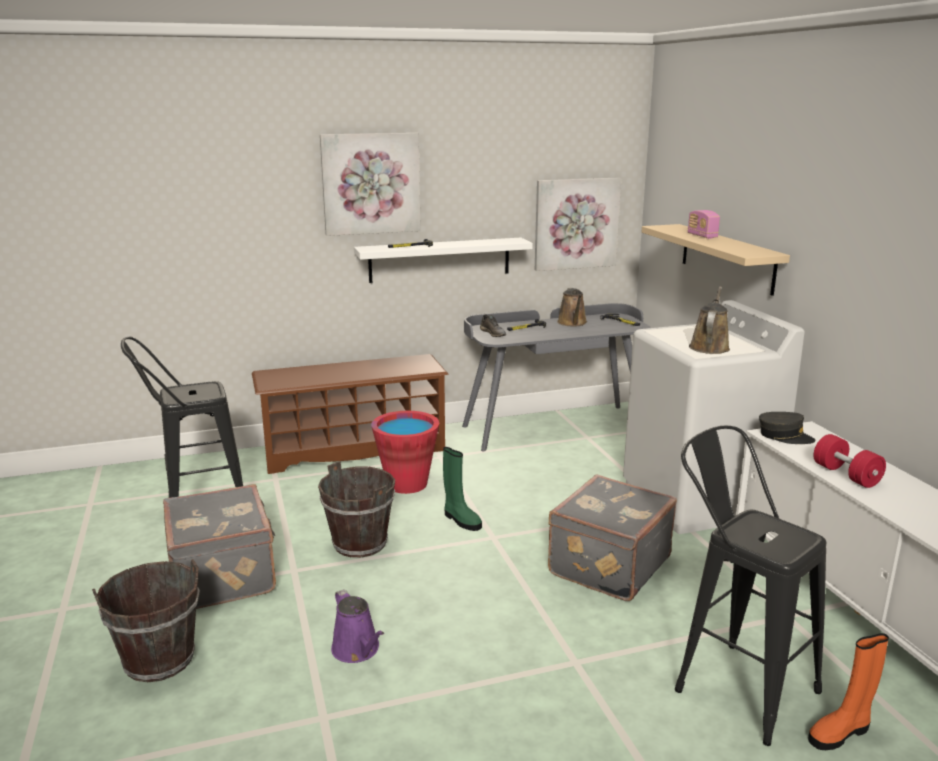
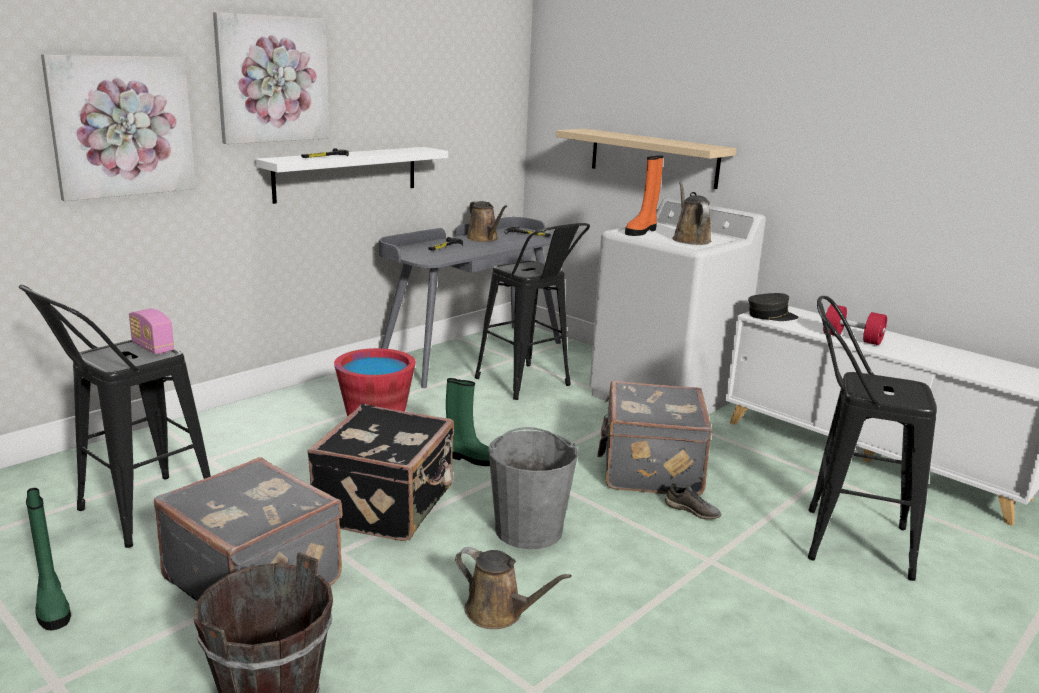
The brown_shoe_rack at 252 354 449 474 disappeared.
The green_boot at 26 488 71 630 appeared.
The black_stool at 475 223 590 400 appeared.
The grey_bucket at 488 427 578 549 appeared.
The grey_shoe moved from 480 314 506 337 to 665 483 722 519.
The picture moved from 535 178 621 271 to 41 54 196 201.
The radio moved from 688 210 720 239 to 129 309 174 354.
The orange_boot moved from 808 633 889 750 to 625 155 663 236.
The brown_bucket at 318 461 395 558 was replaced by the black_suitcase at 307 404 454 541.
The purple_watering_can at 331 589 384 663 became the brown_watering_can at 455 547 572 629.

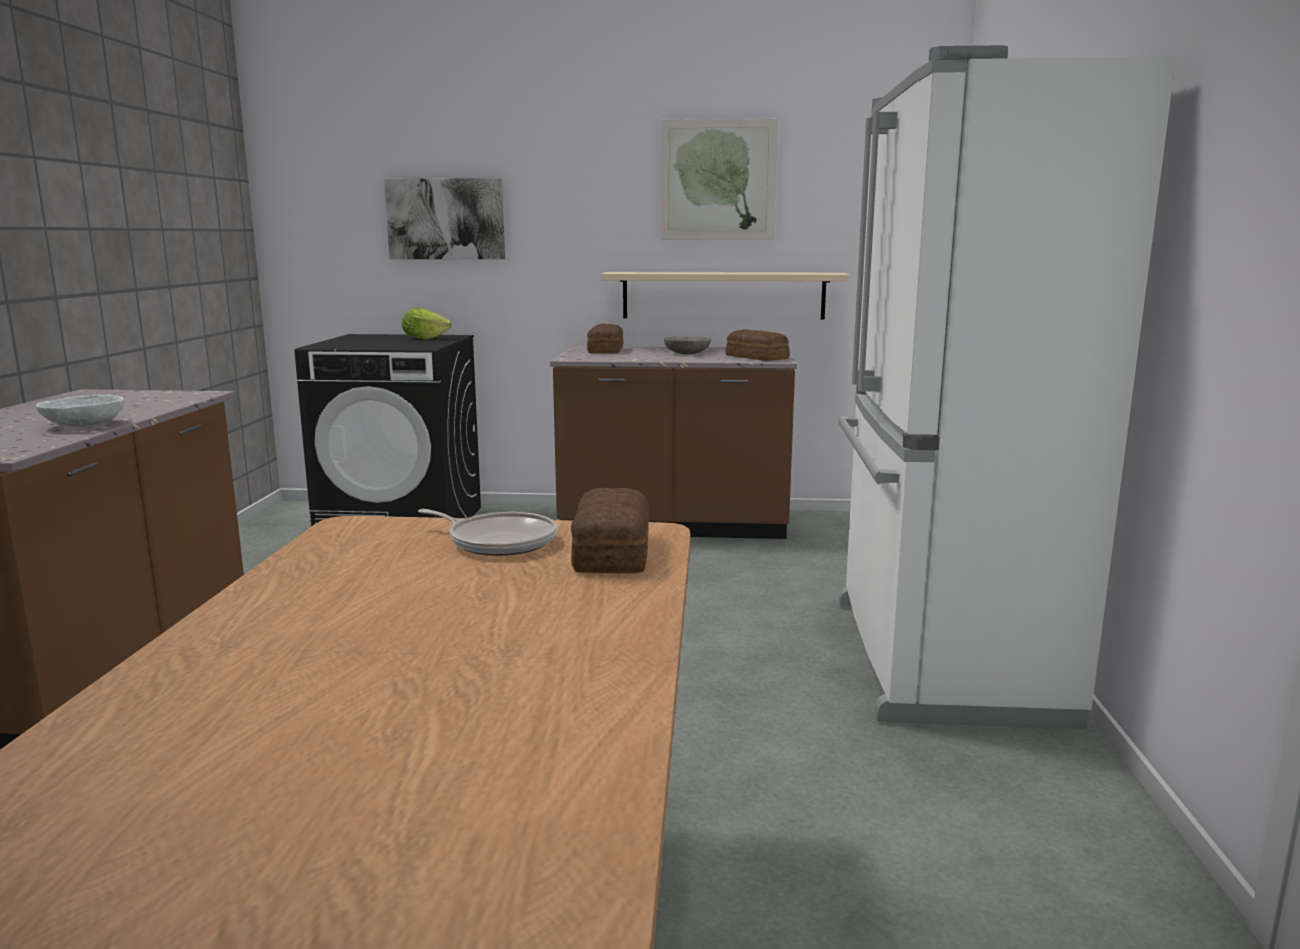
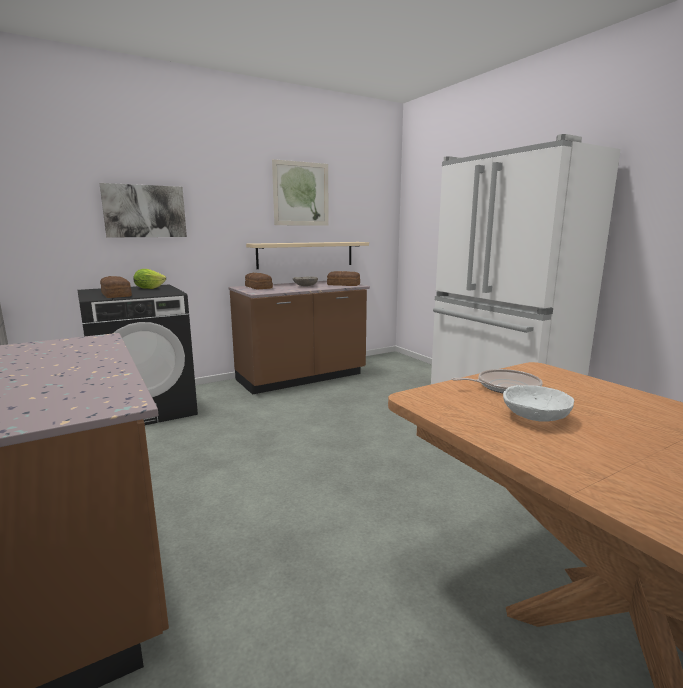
The white_bowl moved from 36 395 124 427 to 503 385 574 422.
The bread moved from 571 488 649 573 to 100 276 132 298.

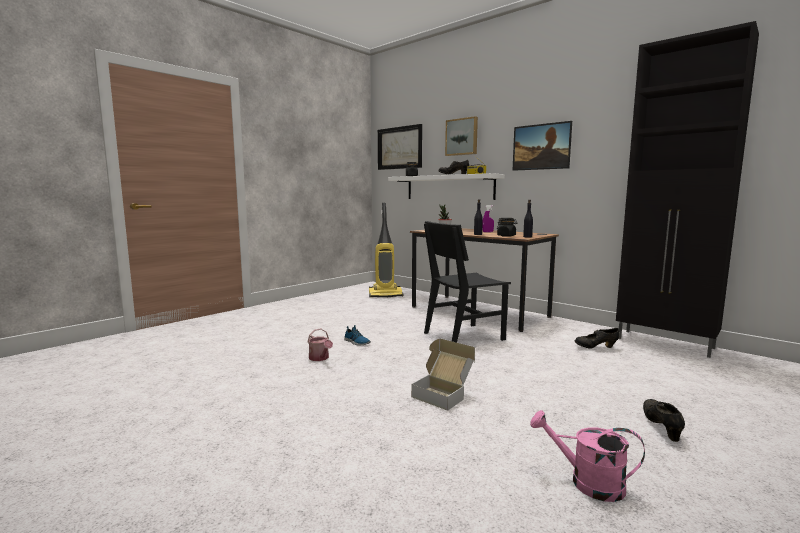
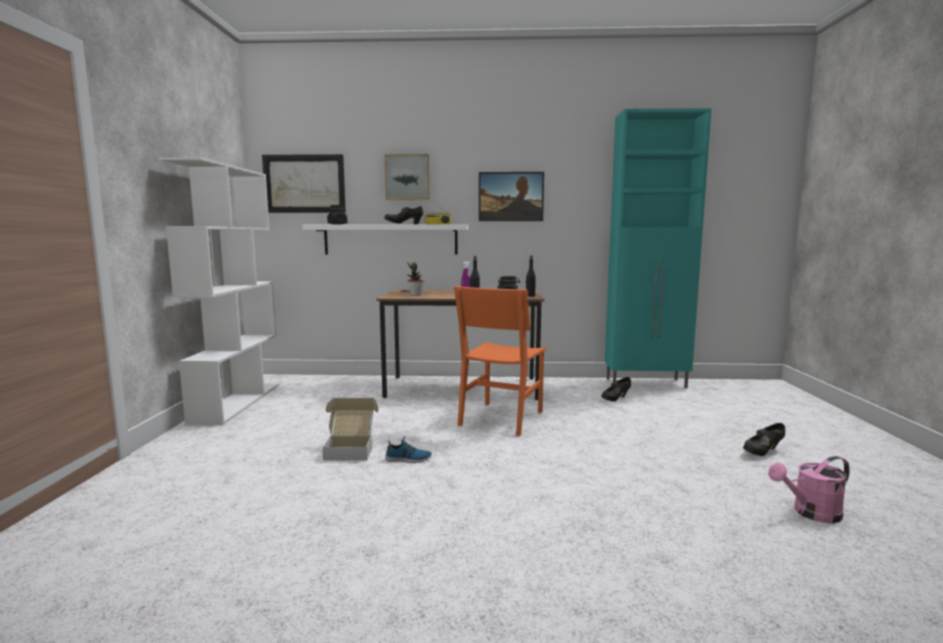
The watering_can at 307 328 333 361 disappeared.
The vacuum_cleaner at 369 203 403 298 disappeared.
The white_bookcase at 159 157 279 425 appeared.
The cardboard_box moved from 411 339 475 411 to 323 398 378 461.
The black_chair at 424 221 511 343 became the orange_chair at 454 286 546 436.
The black_cabinet at 616 21 759 358 became the turquoise_cabinet at 605 108 712 388.
The black_shoe at 643 399 685 442 turned 90 degrees counterclockwise.

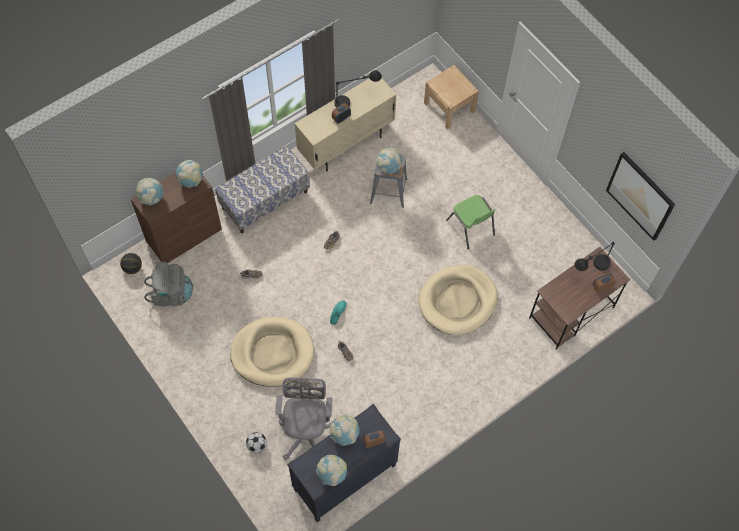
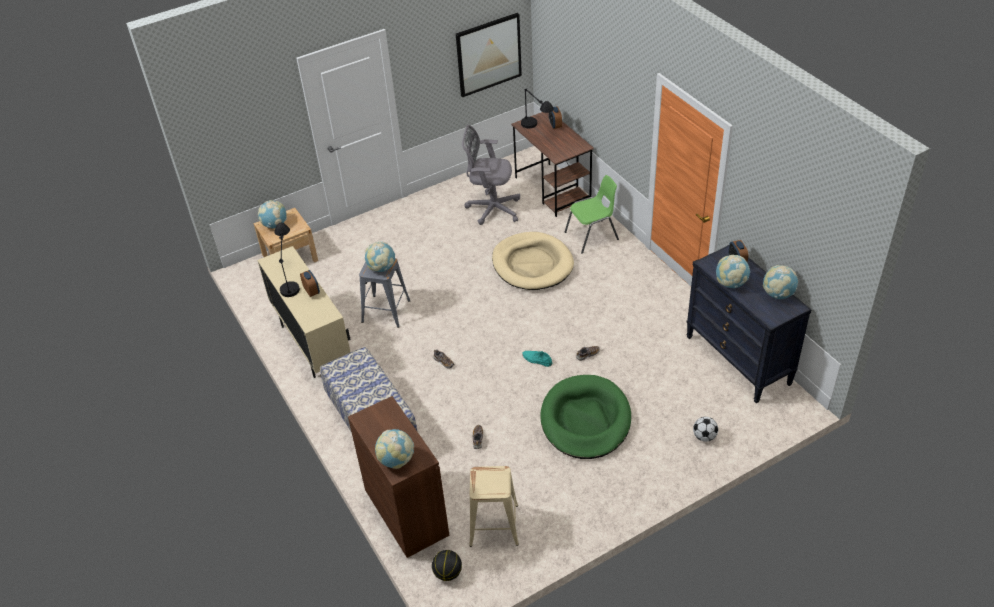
The globe moved from 175 160 203 188 to 258 200 287 228.
The grey_office_chair moved from 275 377 333 460 to 462 125 520 225.
The green_chair moved from 446 195 496 250 to 565 175 619 254.
The grey_backpack at 144 262 193 306 was replaced by the beige_stool at 469 466 519 547.
The beige_dog_bed at 230 317 314 387 became the green_dog_bed at 540 375 631 459.

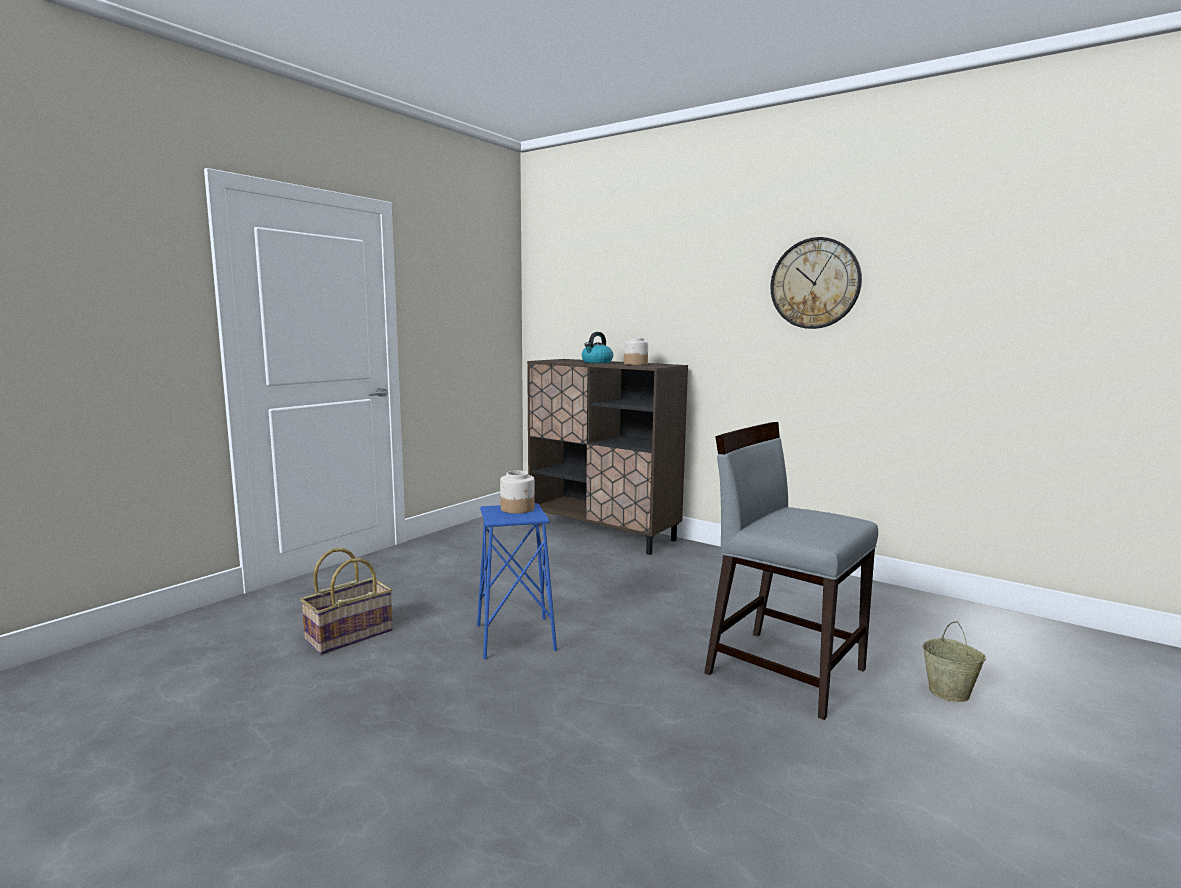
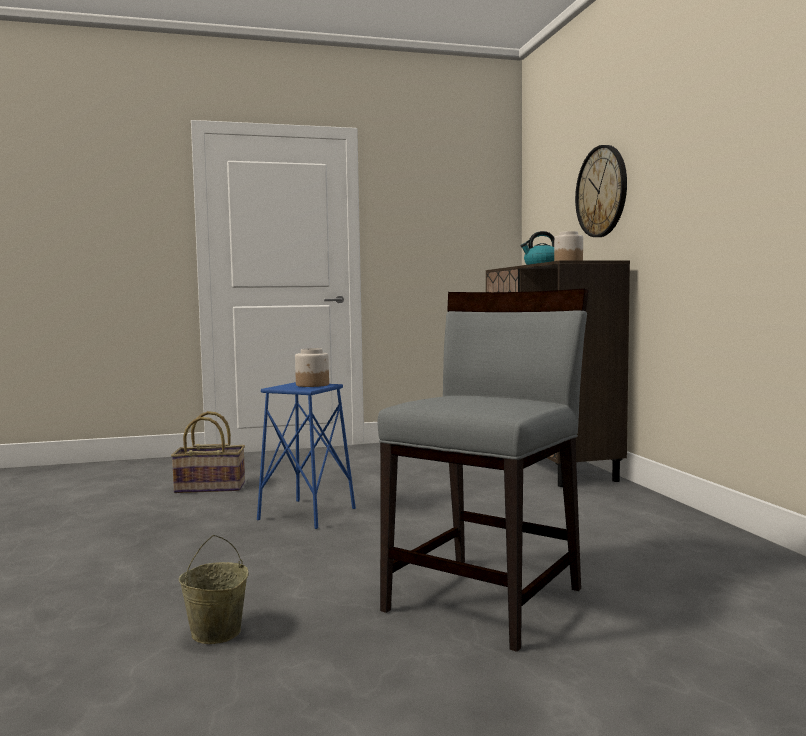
The wall_clock moved from 770 237 862 329 to 575 145 627 237.
The beige_bucket moved from 922 621 986 702 to 179 535 248 644.
The grey_chair at 704 422 878 720 turned 45 degrees clockwise.

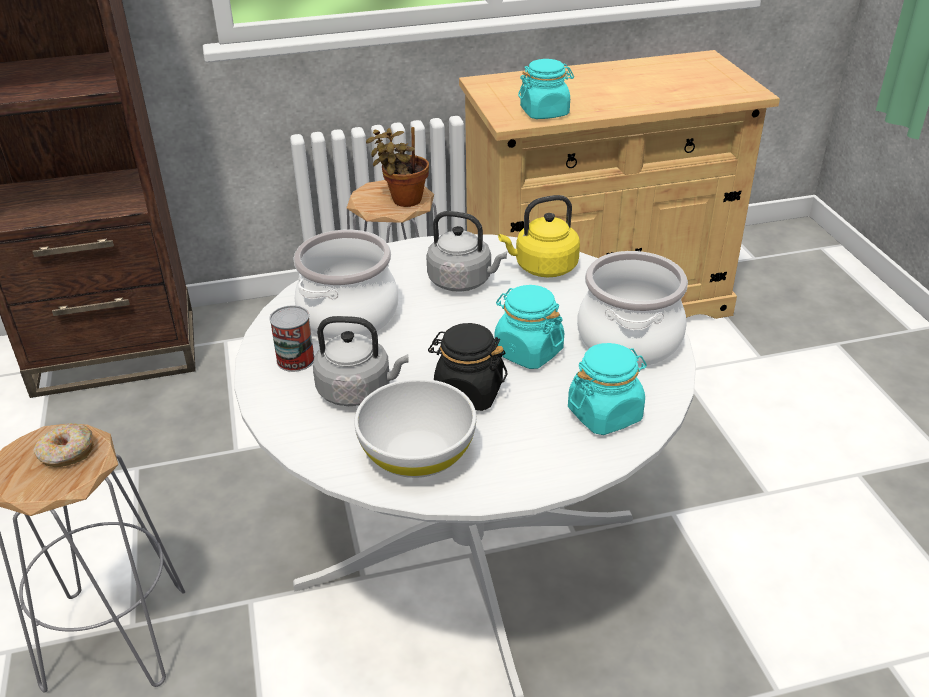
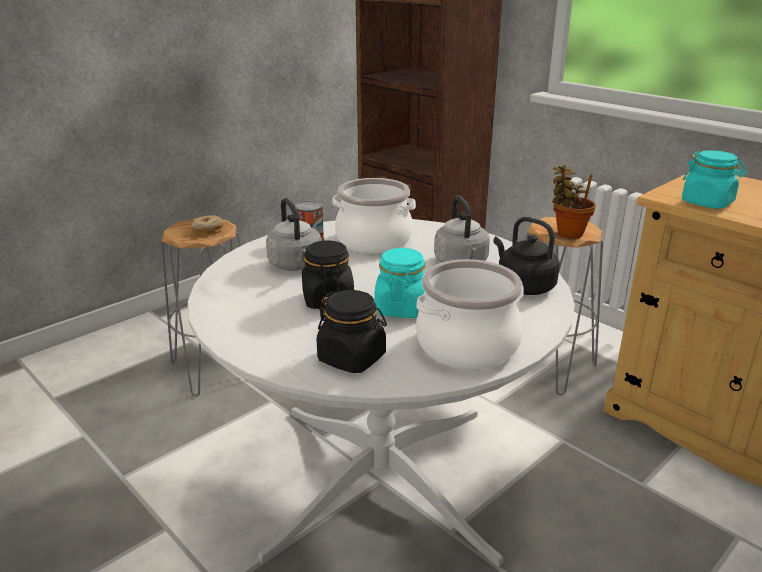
The white_bowl at 354 379 476 478 disappeared.
The yellow_kettle at 498 195 580 277 became the black_kettle at 493 217 560 295.
The turquoise_jar at 568 343 647 435 became the black_jar at 316 290 387 373.

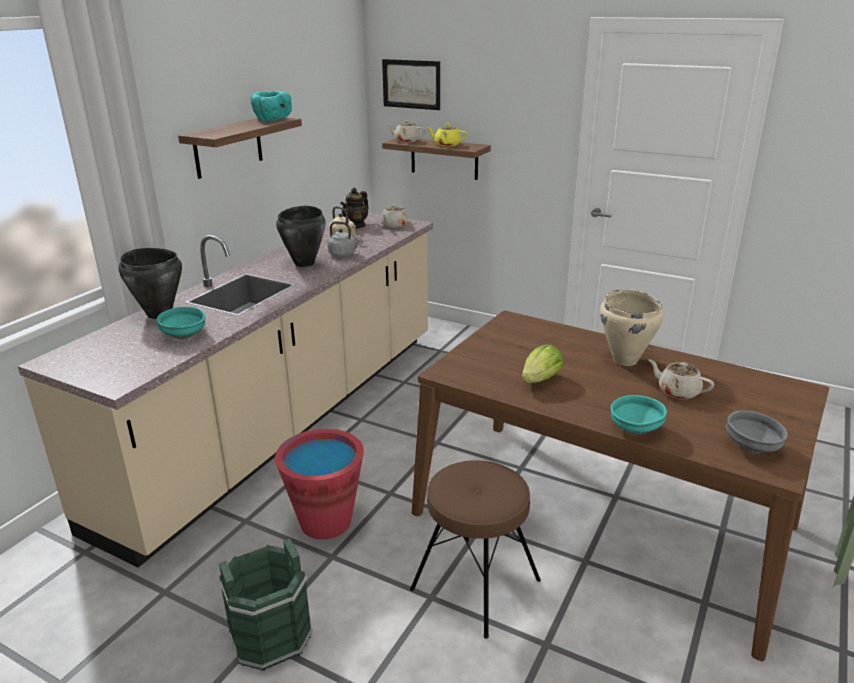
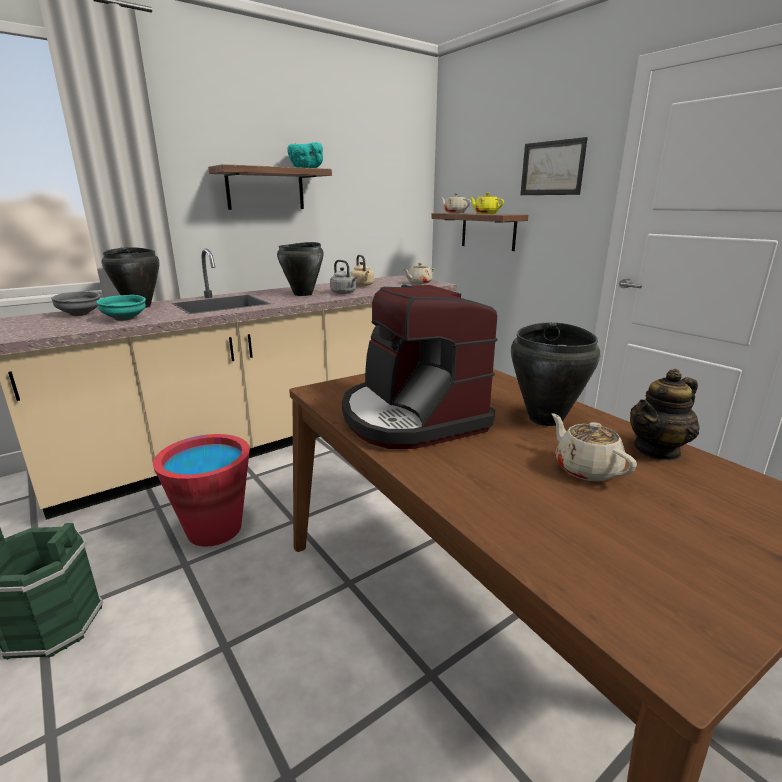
The brown_stool at 410 460 541 639 disappeared.
The turquoise_bowl at 611 395 667 434 disappeared.
The teapot moved from 340 188 369 228 to 630 369 700 461.
The picture moved from 382 59 440 110 to 520 137 588 195.
The grey_bowl moved from 726 410 788 454 to 51 291 101 316.
The lettuce at 522 344 563 383 was replaced by the coffee_machine at 342 285 498 449.
The beige_cooking_pot at 600 289 664 366 became the black_cooking_pot at 511 322 601 426.

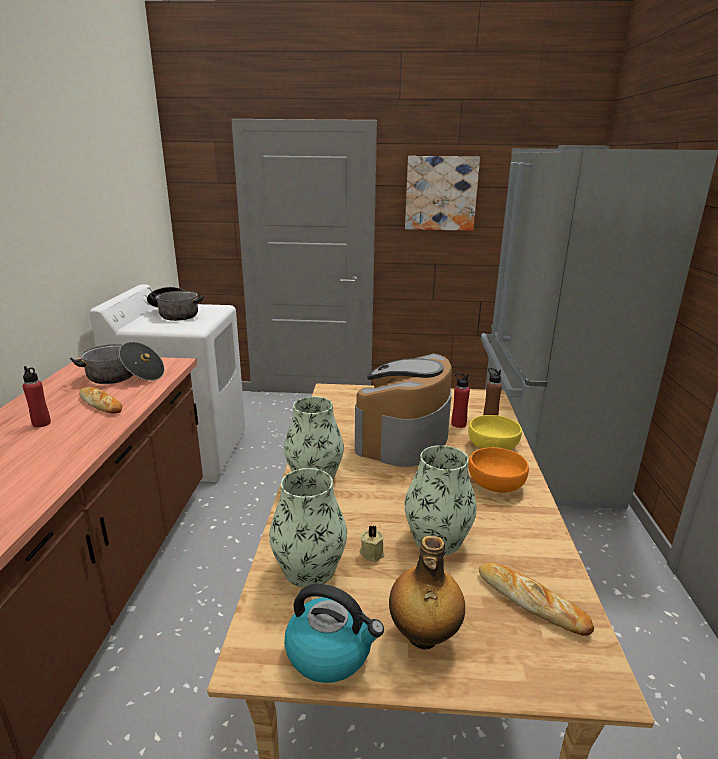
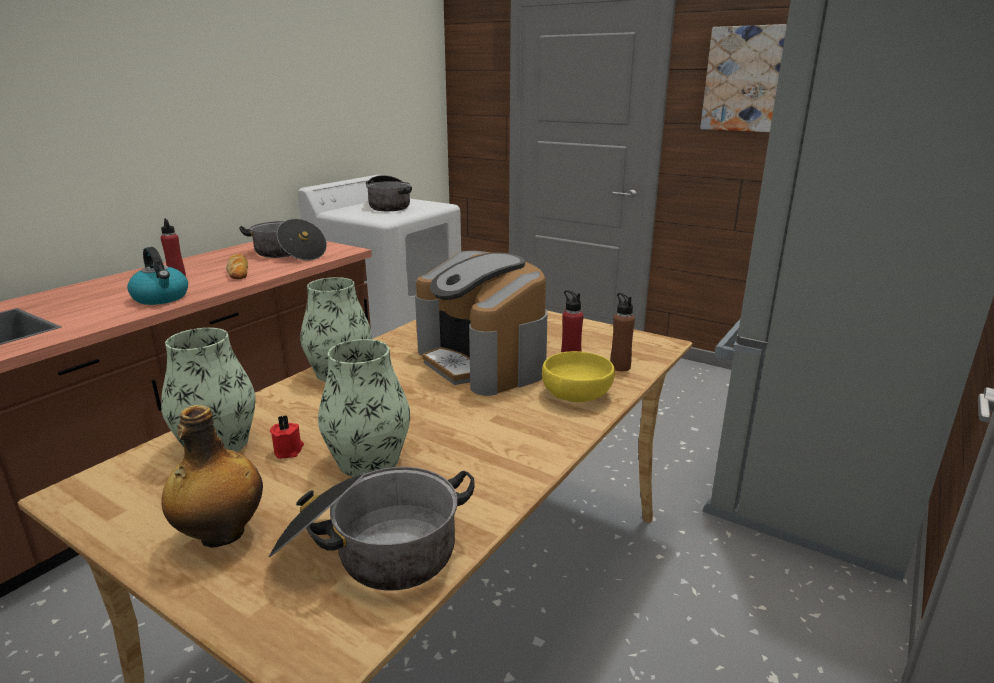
The orange_bowl at 468 447 529 493 disappeared.
The kettle moved from 284 584 384 683 to 127 247 188 305.
The bread at 479 562 594 636 was replaced by the cooking_pot at 268 467 475 591.
The beige_candle at 360 525 385 562 became the red_candle at 270 415 304 459.
The coffee_machine at 355 353 452 467 turned 90 degrees counterclockwise.

